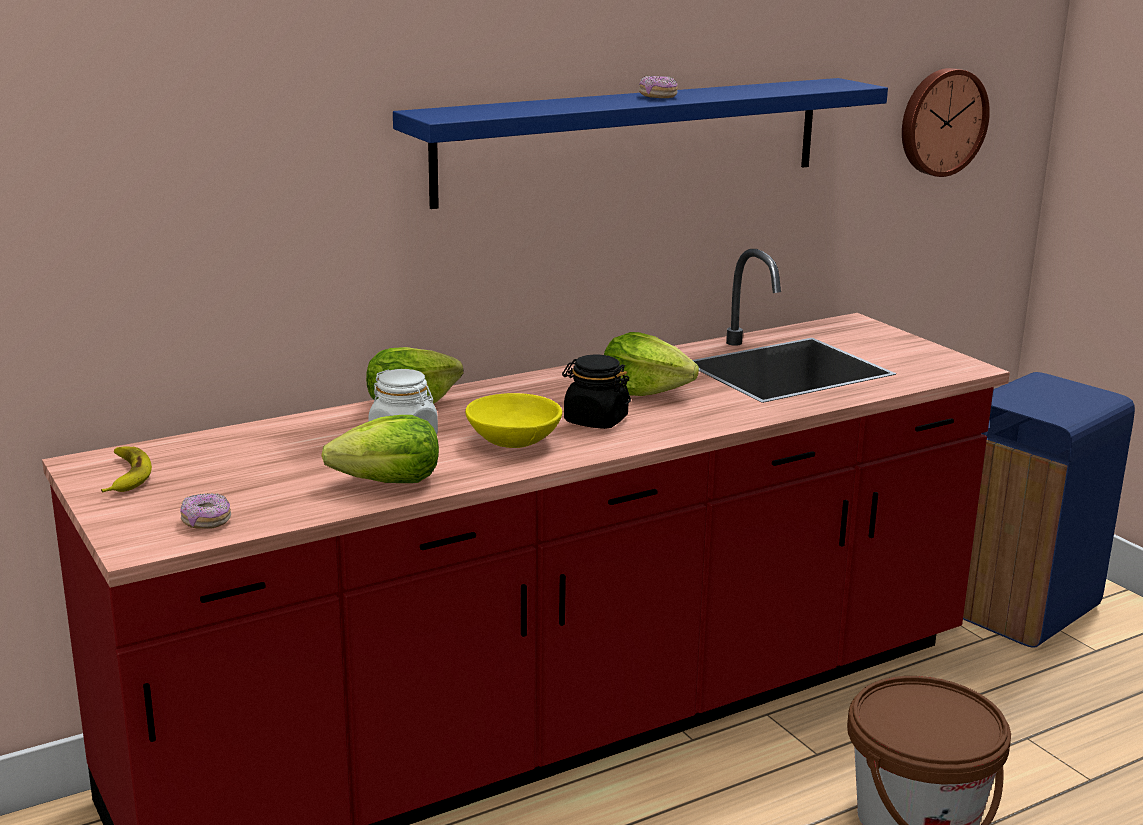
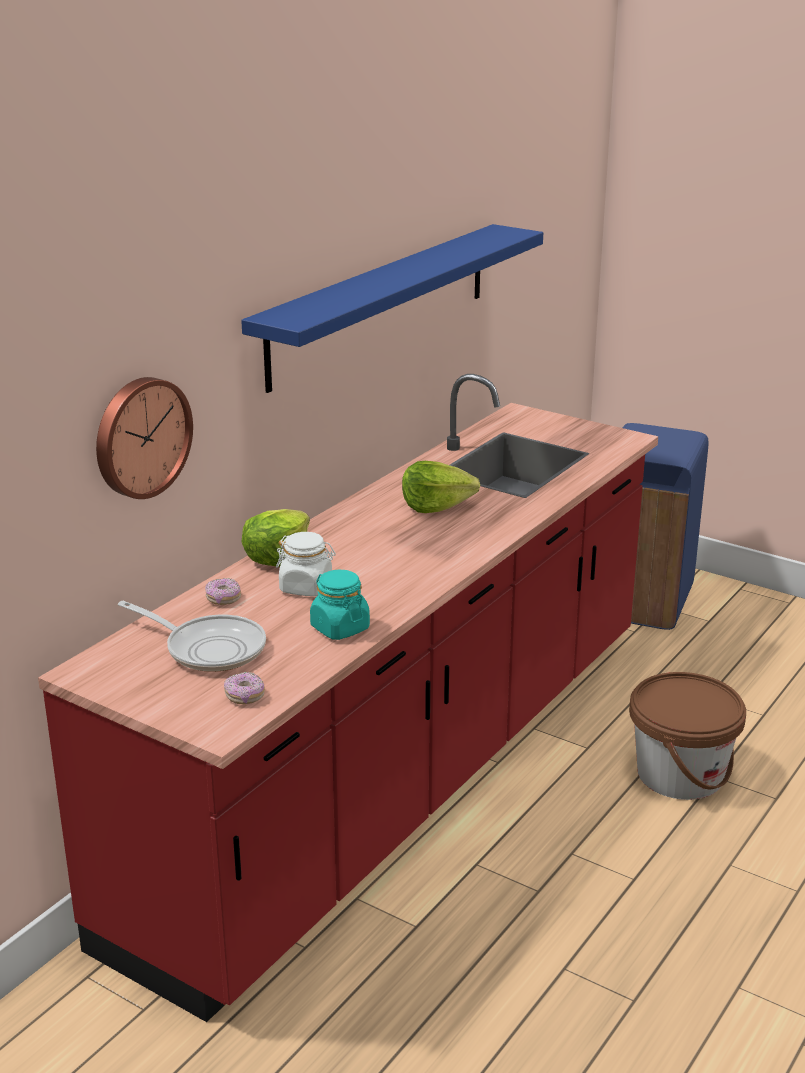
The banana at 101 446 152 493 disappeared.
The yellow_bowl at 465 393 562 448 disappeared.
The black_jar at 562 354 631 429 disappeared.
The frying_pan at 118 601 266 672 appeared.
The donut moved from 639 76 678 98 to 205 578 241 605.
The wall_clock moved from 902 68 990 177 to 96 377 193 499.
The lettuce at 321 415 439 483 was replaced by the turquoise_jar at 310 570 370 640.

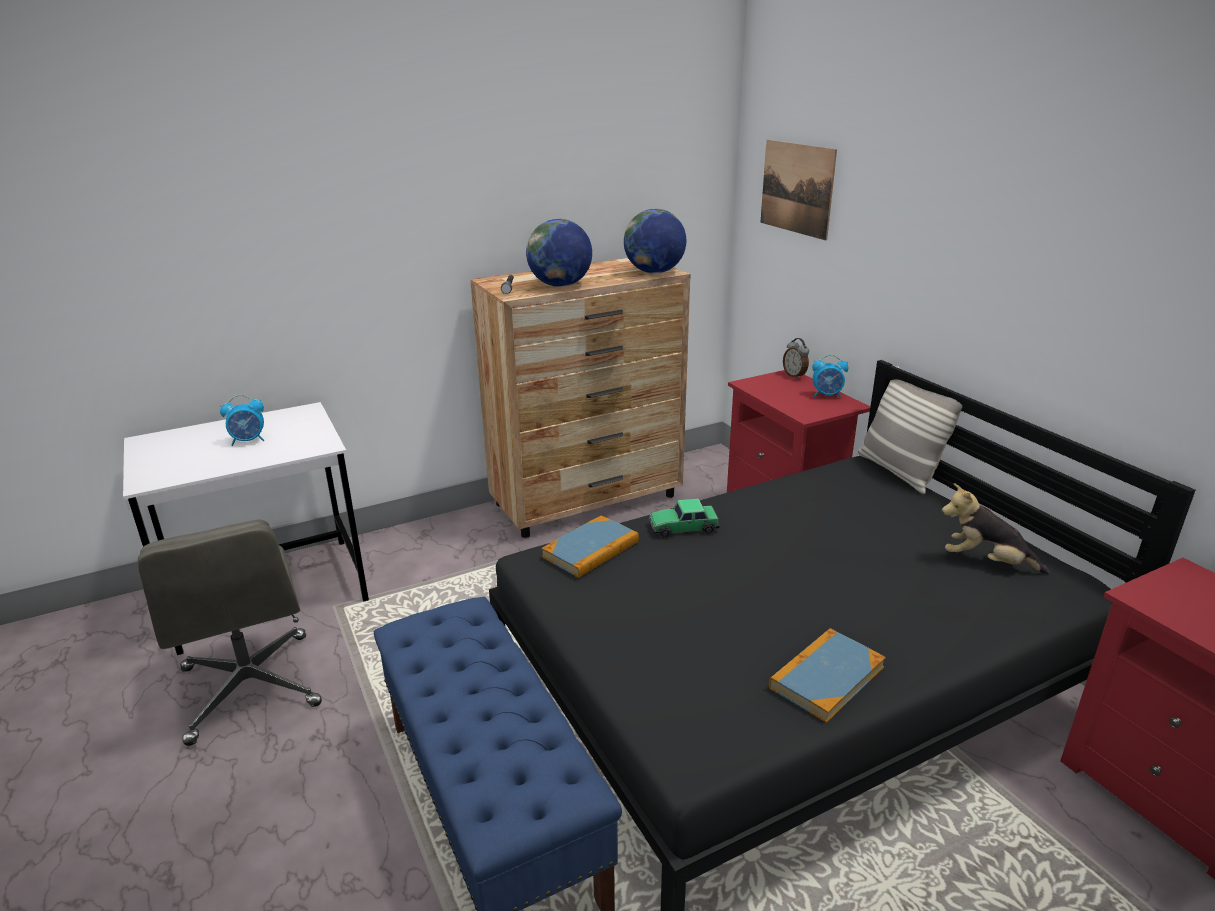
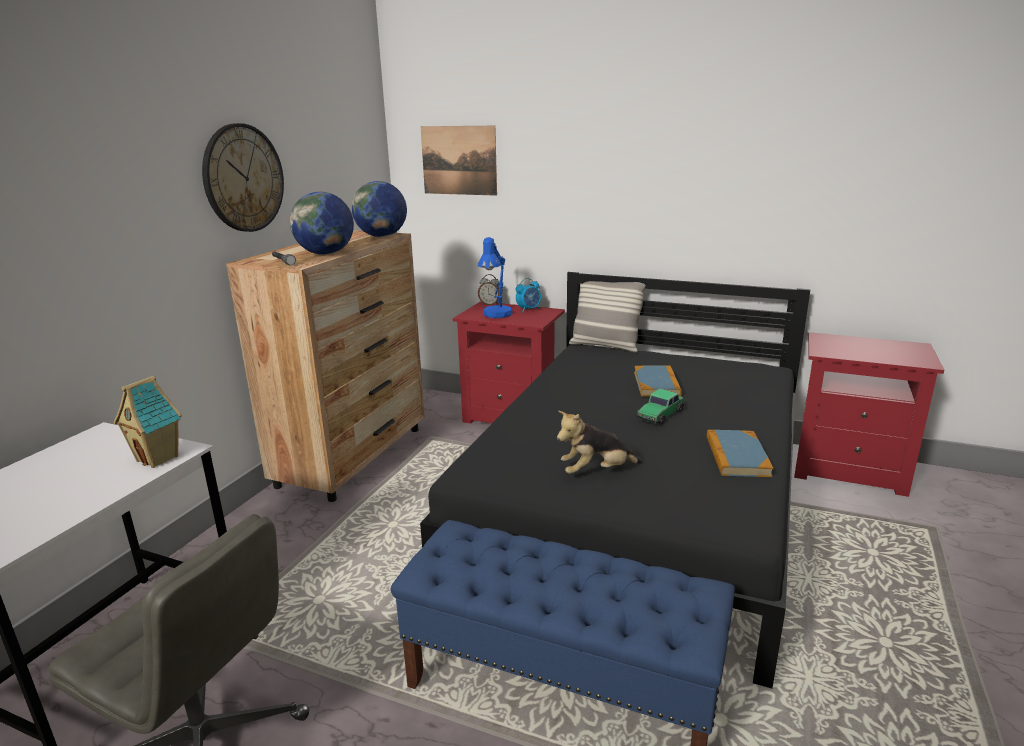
The alarm_clock at 220 395 264 446 disappeared.
The toy_house at 113 376 182 468 appeared.
The wall_clock at 202 123 284 232 appeared.
The blue_table_lamp at 478 237 513 318 appeared.
The book moved from 541 515 639 578 to 634 365 682 396.
The toy_car moved from 649 499 719 538 to 636 389 684 425.
The plush_toy moved from 942 483 1050 574 to 557 411 642 474.

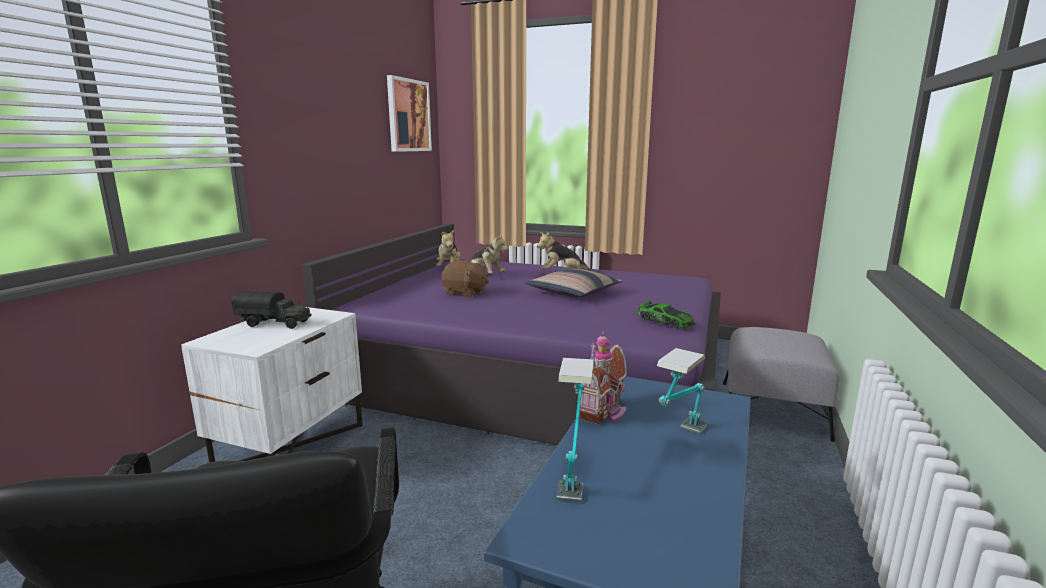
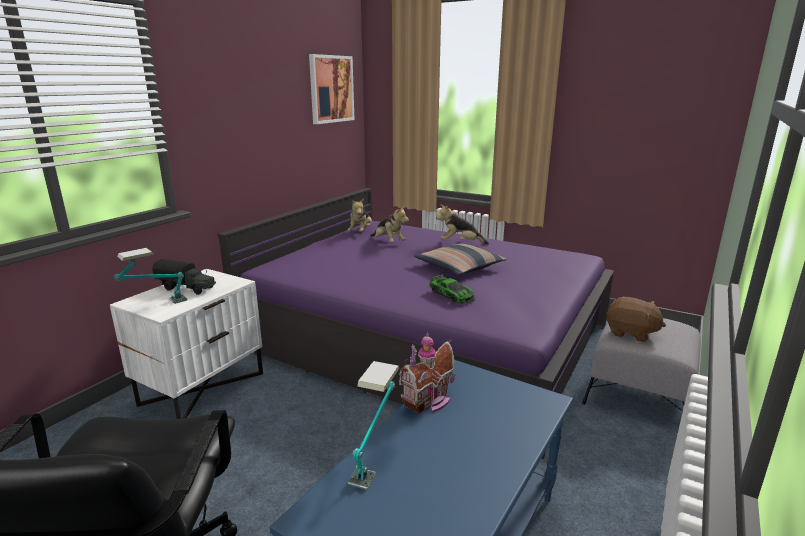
The brown_plush_toy moved from 441 260 489 298 to 606 297 666 342.
The toy_car moved from 637 300 695 328 to 429 274 475 304.
The table_lamp moved from 657 348 708 434 to 114 248 188 304.

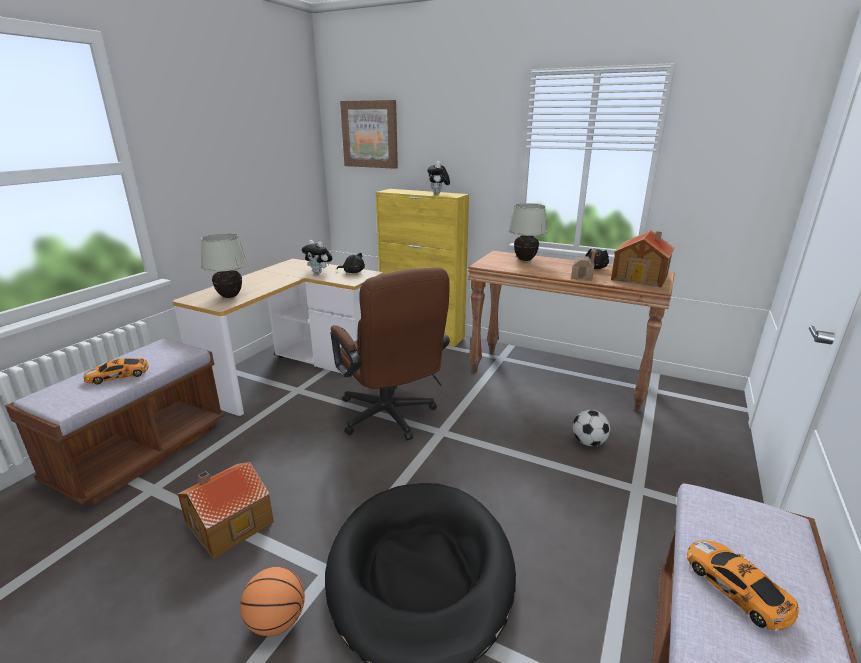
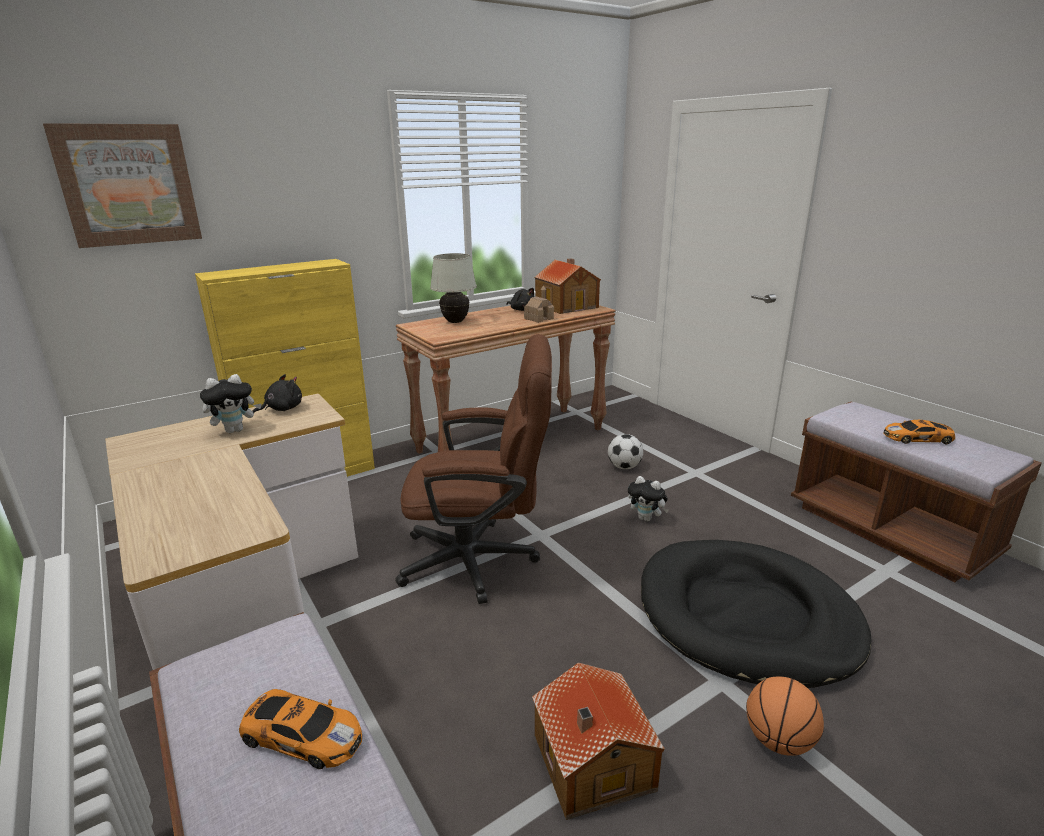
The white_table_lamp at 201 233 248 298 disappeared.
The plush_toy moved from 427 161 450 194 to 628 476 669 522.
The toy_car at 84 358 149 384 turned 75 degrees counterclockwise.

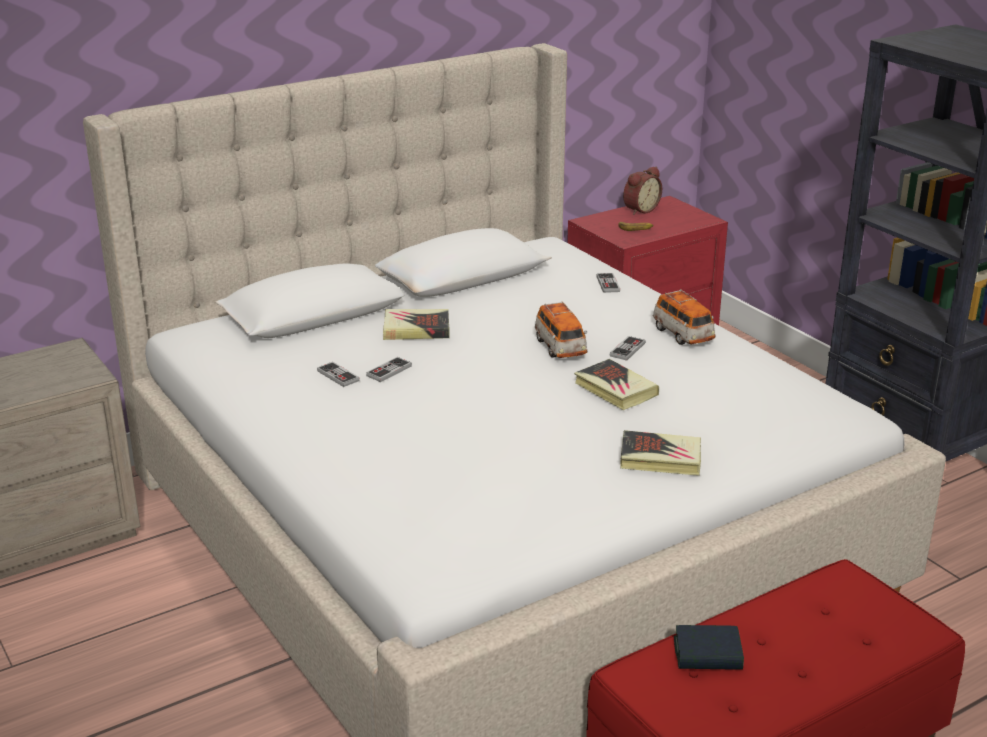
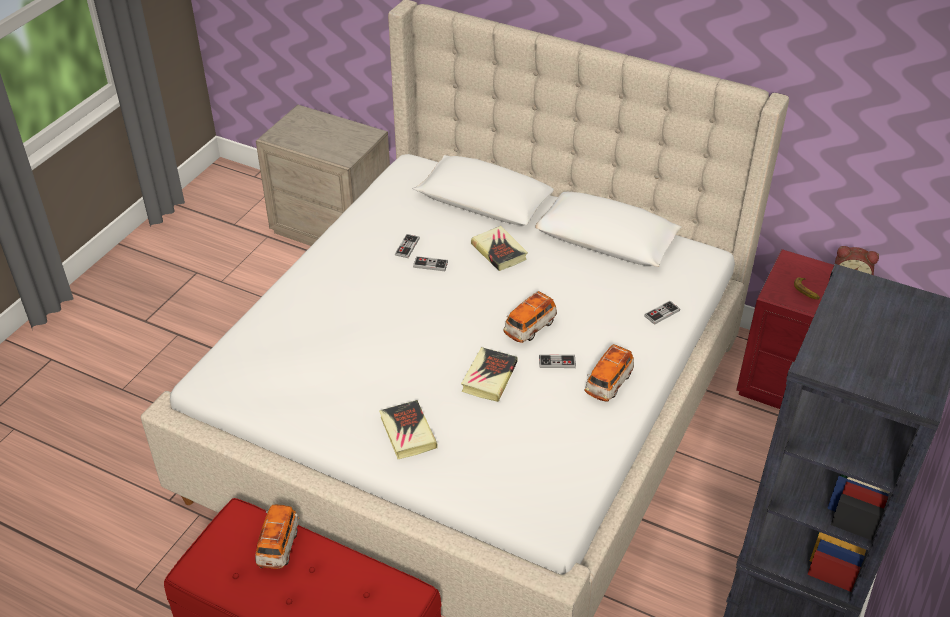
The book at 674 625 744 670 was replaced by the toy_car at 255 505 299 569.

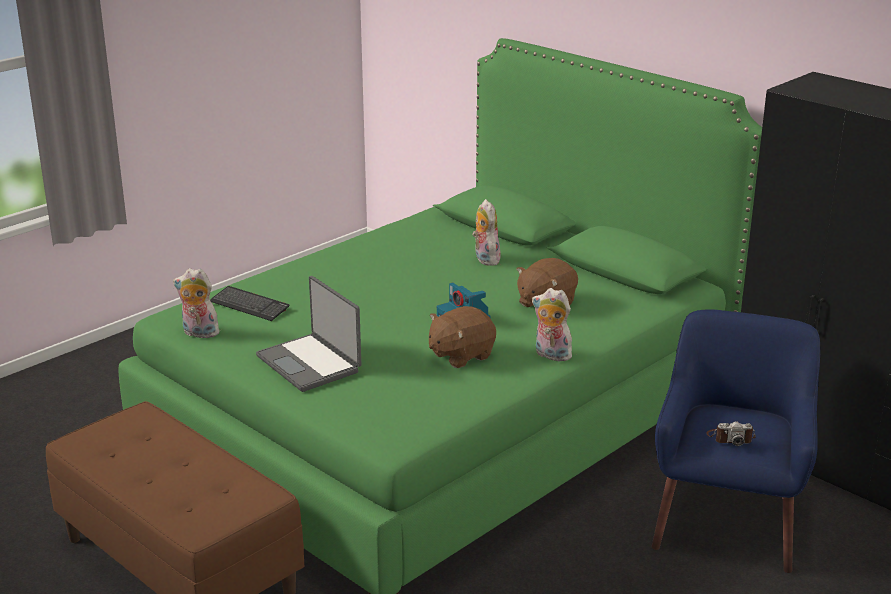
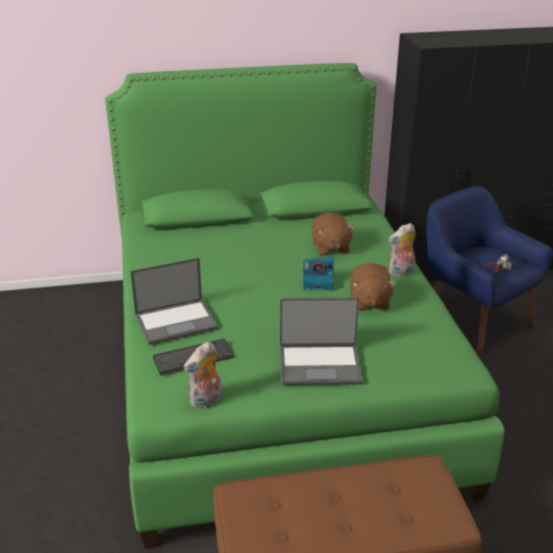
The plush_toy at 472 199 501 266 disappeared.
The laptop at 130 258 219 345 appeared.

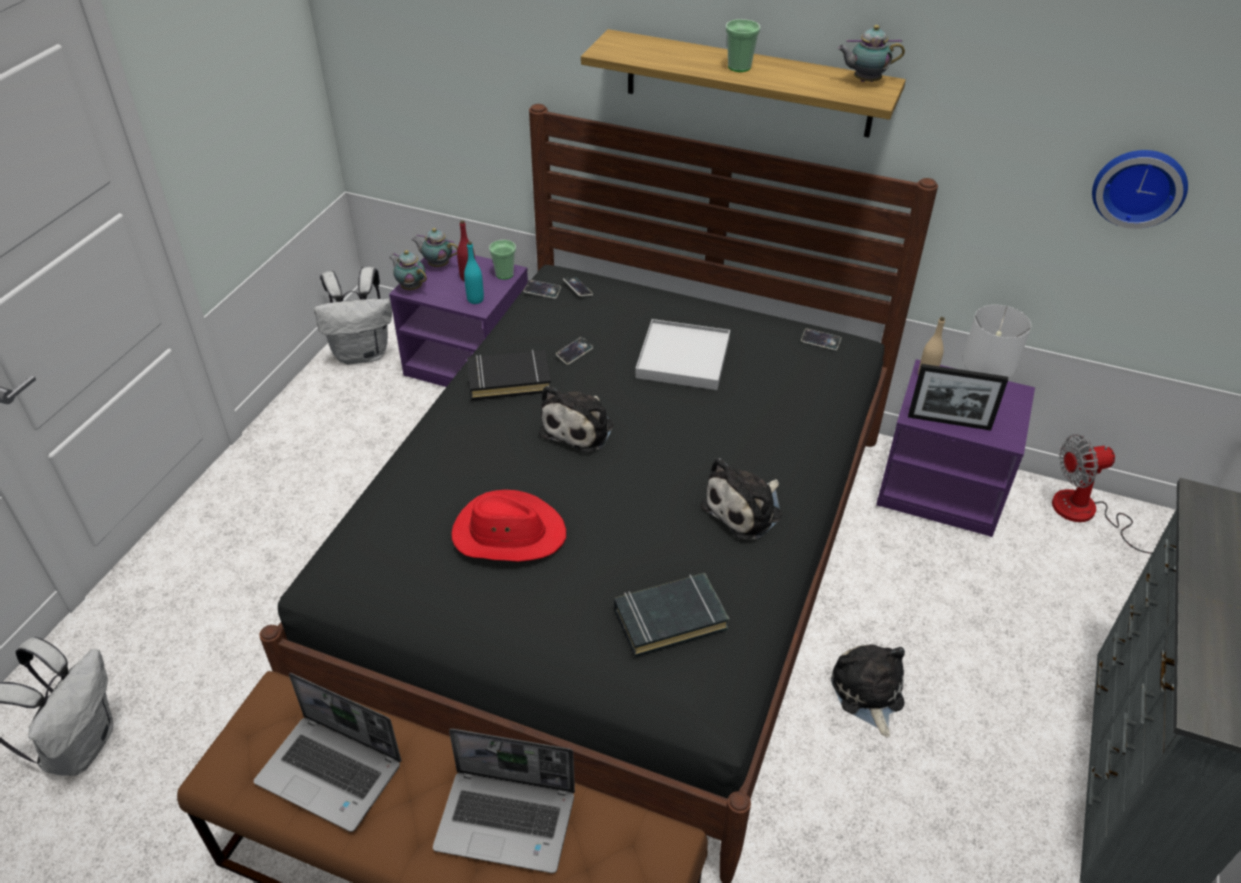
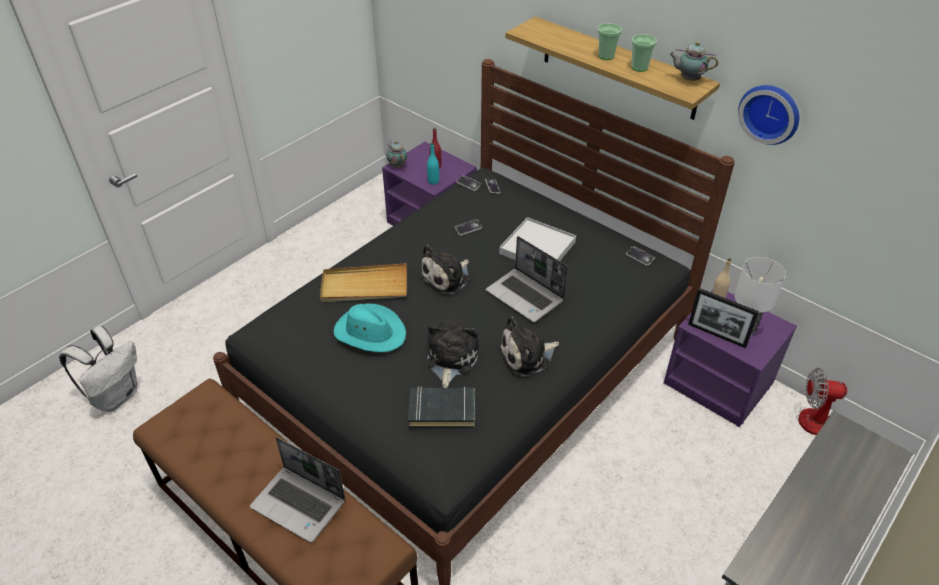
The white_backpack at 314 267 392 365 disappeared.
The teapot at 411 228 458 267 disappeared.
The black_book at 467 349 551 401 disappeared.
The beige_tray at 320 263 407 302 appeared.
The laptop moved from 253 673 402 832 to 486 236 568 322.
The cup moved from 489 240 516 280 to 631 34 657 72.
The plush_toy moved from 831 644 905 738 to 426 321 479 388.
The wall_clock moved from 1092 150 1188 229 to 738 85 799 145.
The red_hat at 452 490 566 562 became the turquoise_hat at 334 304 406 352.

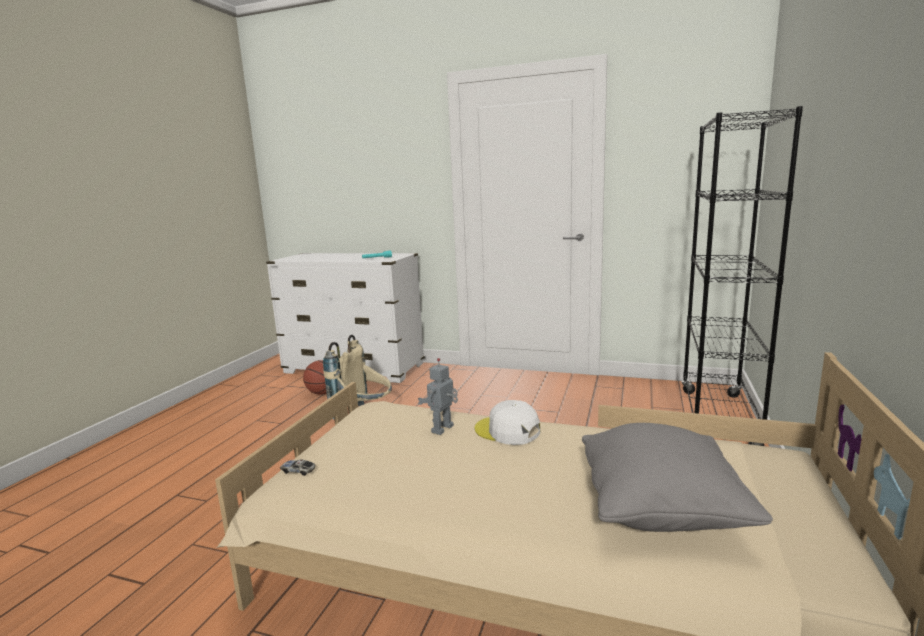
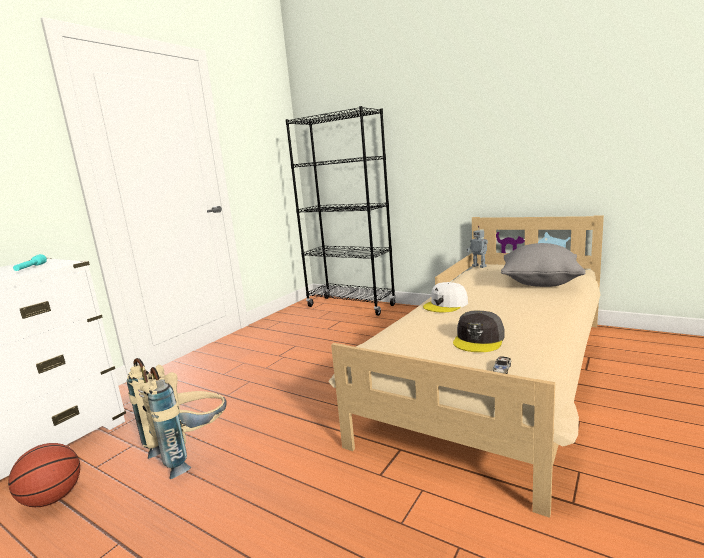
The grey_cap at 453 311 504 352 appeared.
The toy_robot moved from 418 358 458 435 to 467 226 488 268.

